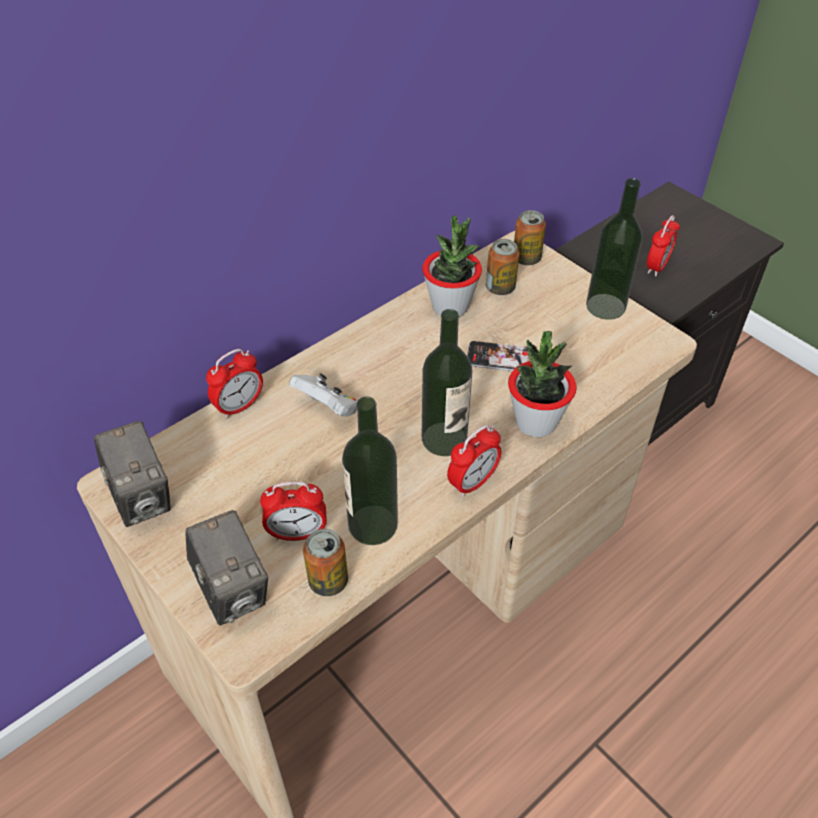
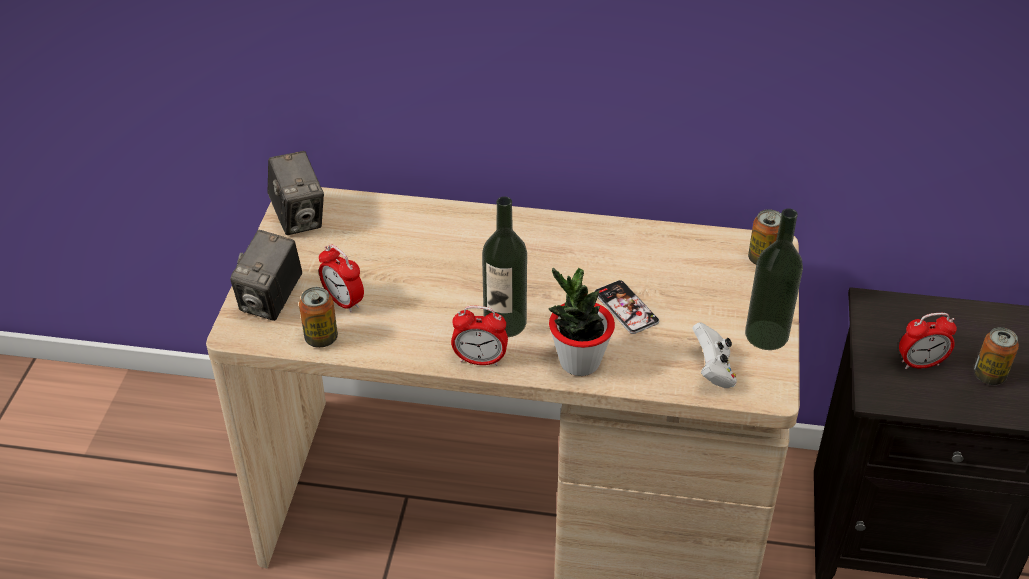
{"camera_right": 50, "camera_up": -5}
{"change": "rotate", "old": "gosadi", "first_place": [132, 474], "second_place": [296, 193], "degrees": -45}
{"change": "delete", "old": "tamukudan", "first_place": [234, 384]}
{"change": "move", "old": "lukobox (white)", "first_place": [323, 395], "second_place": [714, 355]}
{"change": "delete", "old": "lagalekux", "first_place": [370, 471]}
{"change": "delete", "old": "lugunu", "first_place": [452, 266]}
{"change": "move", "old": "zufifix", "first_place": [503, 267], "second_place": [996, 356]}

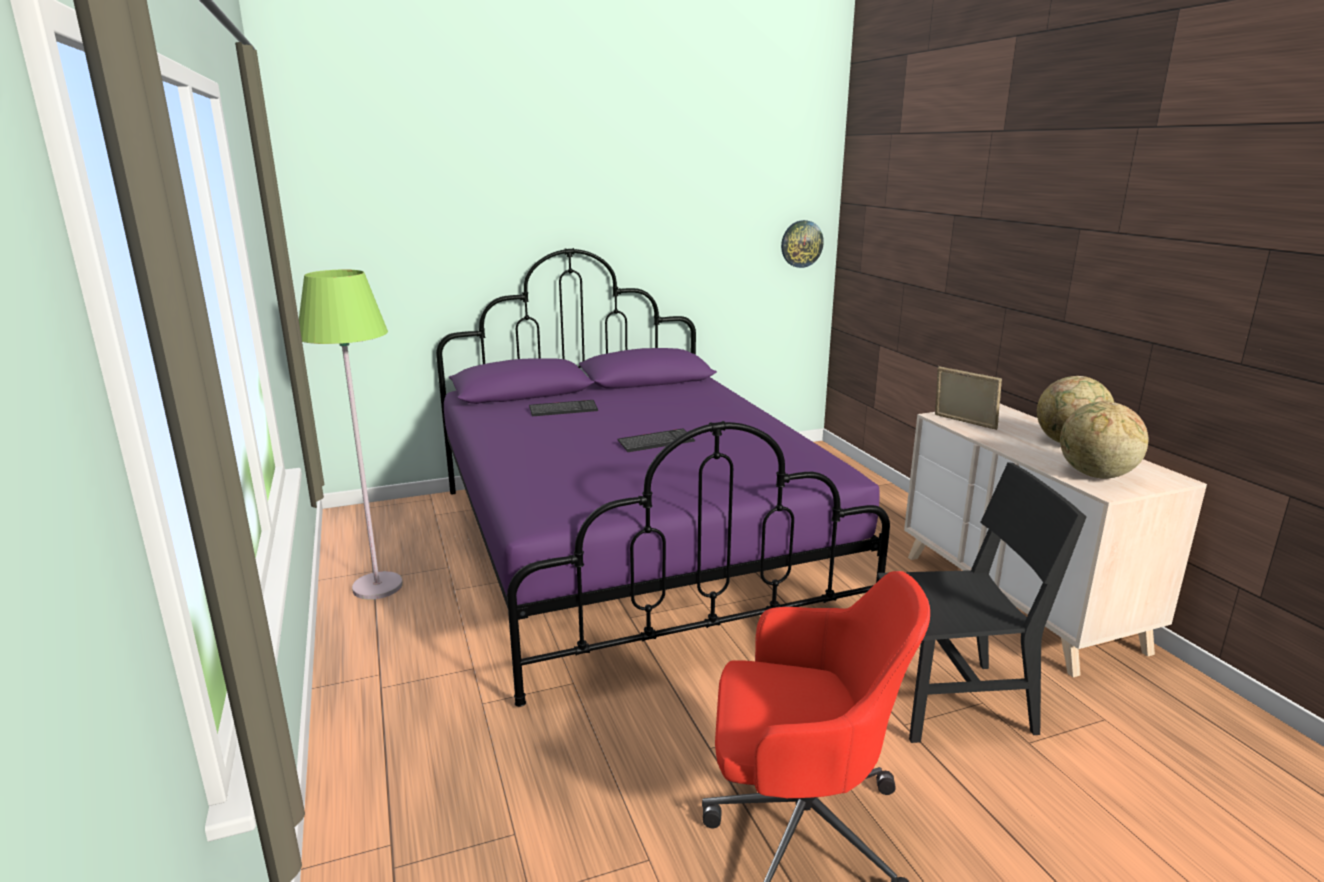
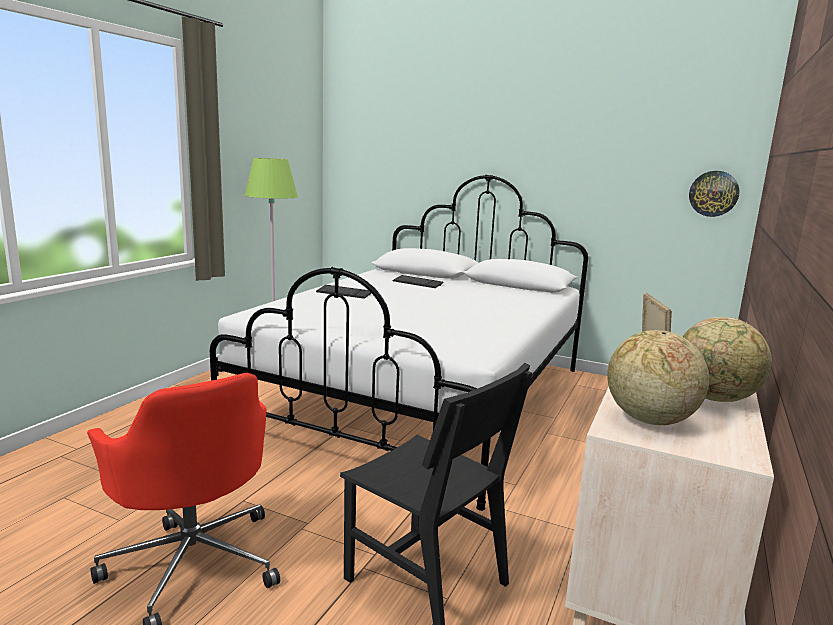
{"camera_right": 45, "camera_up": -5}
{"change": "recolor", "old": "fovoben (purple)", "new": "fovoben (white)", "first_place": [663, 477], "second_place": [399, 343]}
{"change": "move", "old": "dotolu", "first_place": [656, 440], "second_place": [343, 292]}

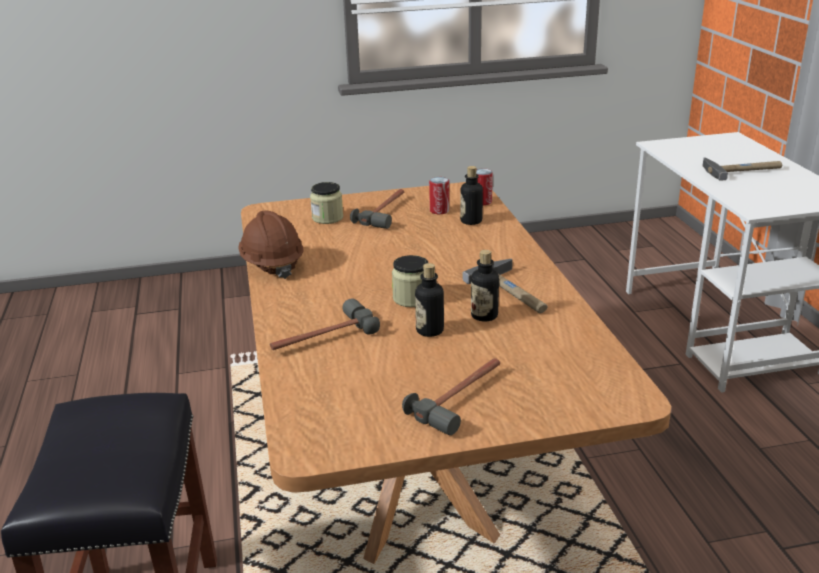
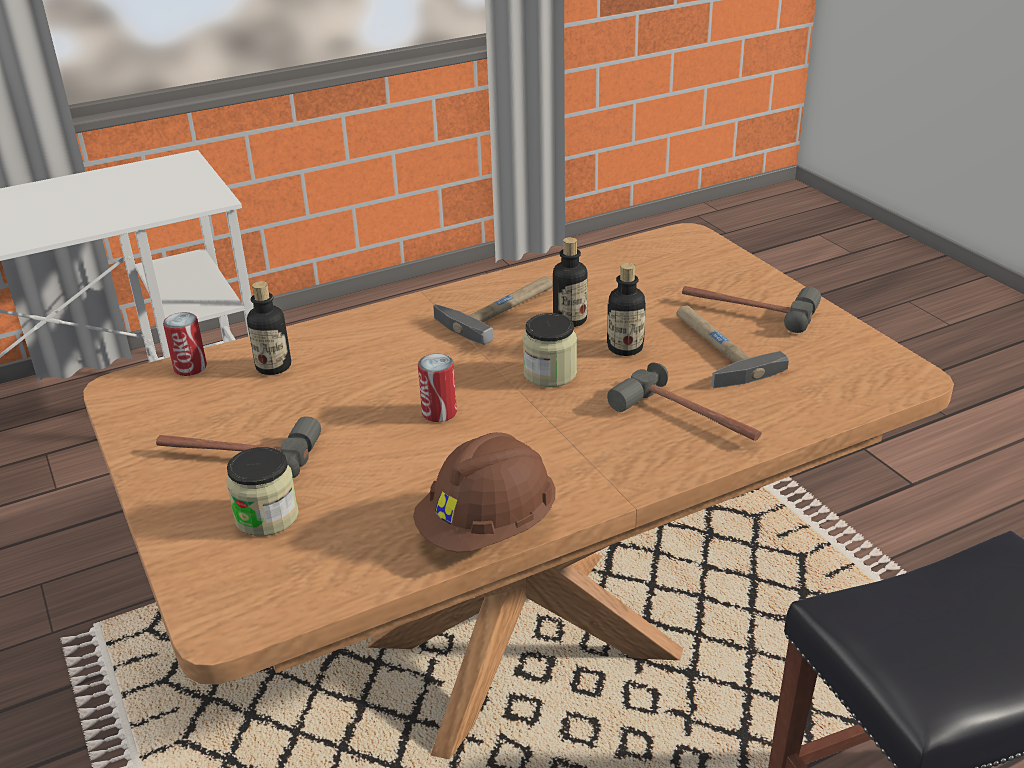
{"camera_right": -105, "camera_up": 5}
{"change": "move", "old": "zufifix", "first_place": [439, 195], "second_place": [437, 388]}
{"change": "move", "old": "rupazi", "first_place": [742, 169], "second_place": [733, 347]}

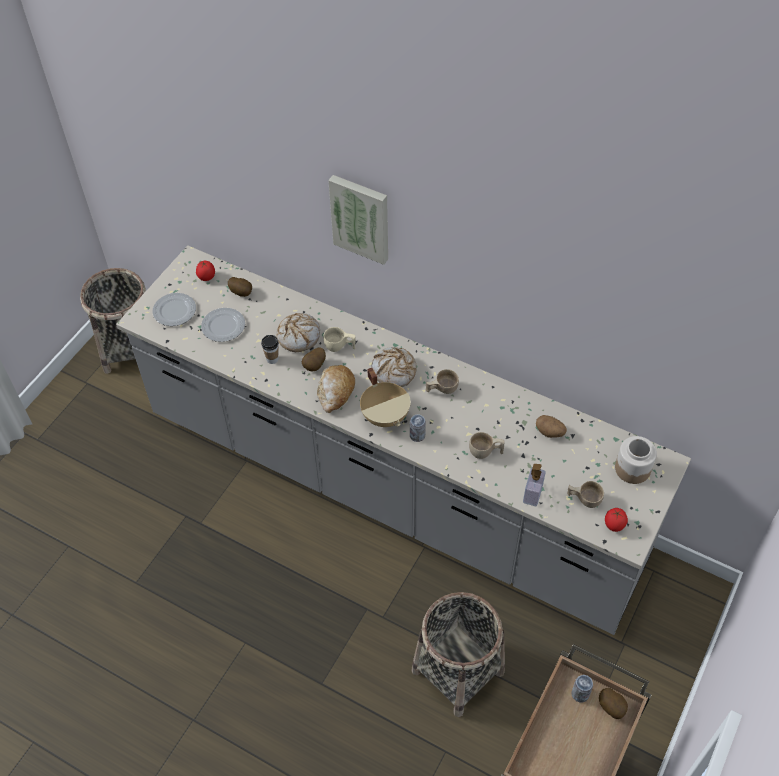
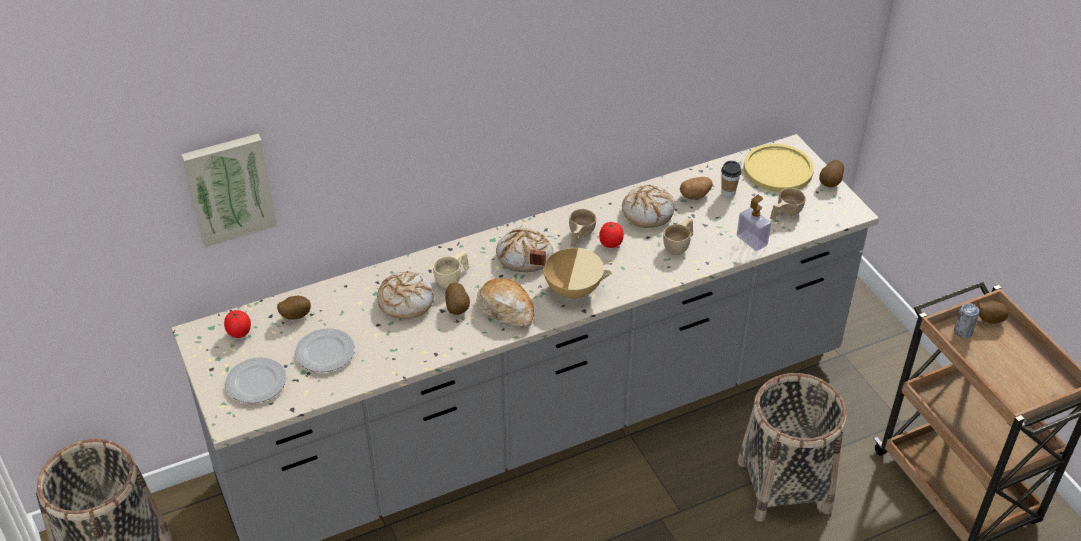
{"camera_right": -55, "camera_up": -10}
{"change": "move", "old": "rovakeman", "first_place": [270, 349], "second_place": [731, 179]}
{"change": "move", "old": "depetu", "first_place": [358, 220], "second_place": [229, 190]}
{"change": "delete", "old": "zufifix", "first_place": [418, 428]}
{"change": "move", "old": "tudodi", "first_place": [616, 520], "second_place": [611, 234]}
{"change": "replace", "old": "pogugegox", "new": "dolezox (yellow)", "first_place": [636, 460], "second_place": [779, 168]}
{"change": "insert", "new": "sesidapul", "second_place": [648, 206]}
{"change": "insert", "new": "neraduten", "second_place": [831, 173]}

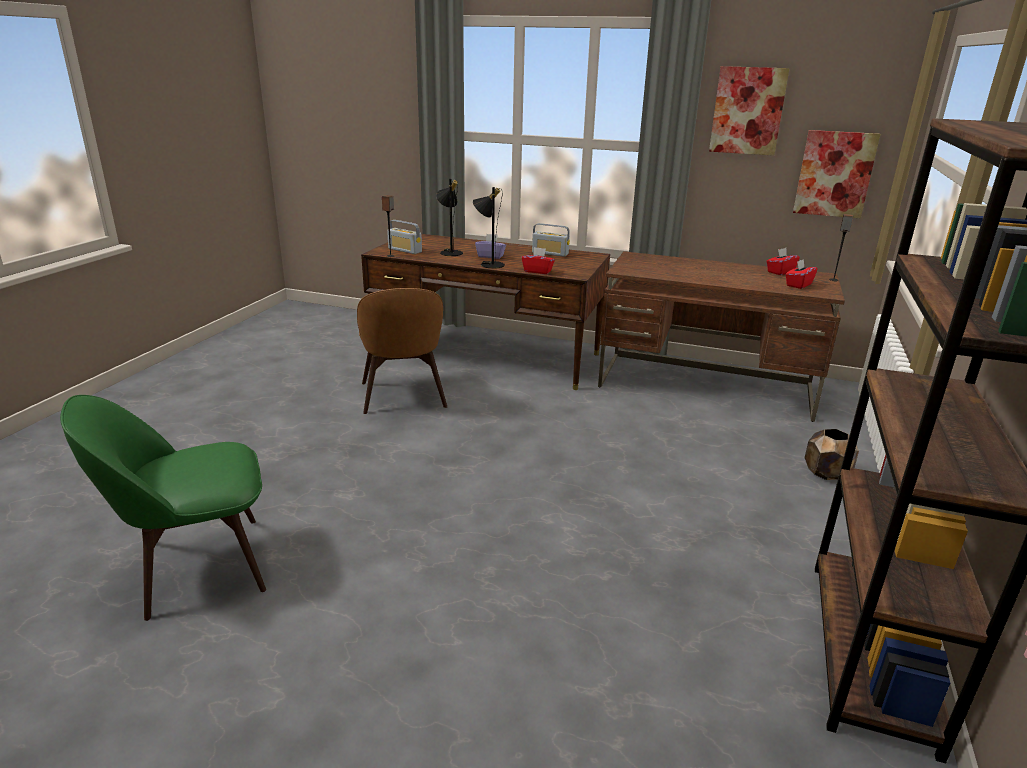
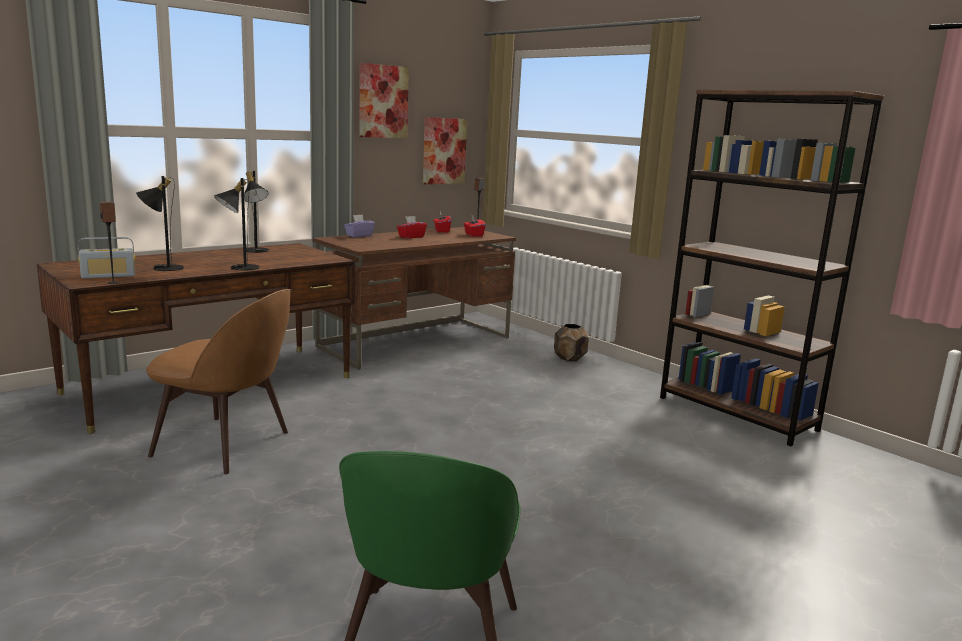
{"camera_right": -60, "camera_up": -10}
{"change": "move", "old": "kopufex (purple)", "first_place": [490, 246], "second_place": [359, 225]}
{"change": "move", "old": "kopufex (red)", "first_place": [538, 260], "second_place": [412, 227]}
{"change": "replace", "old": "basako", "new": "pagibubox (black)", "first_place": [551, 240], "second_place": [256, 211]}

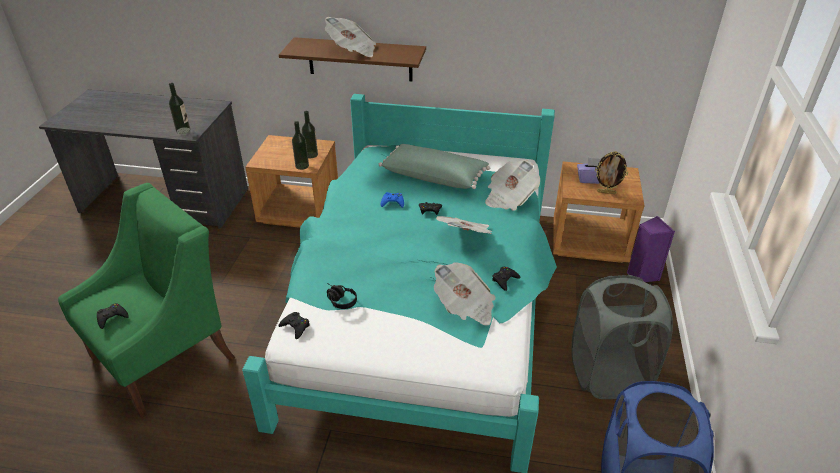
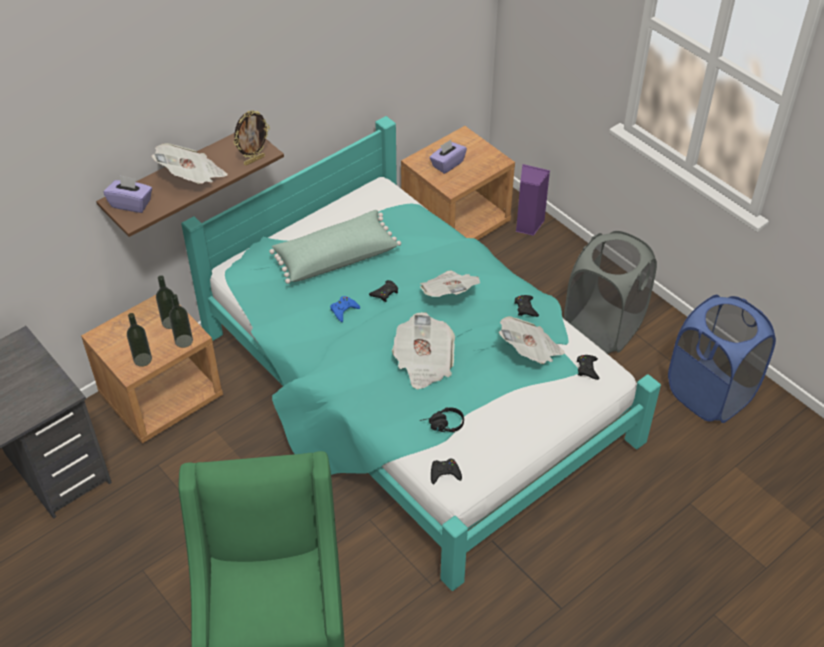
{"camera_right": -50, "camera_up": 10}
{"change": "move", "old": "lukobox (black)", "first_place": [113, 316], "second_place": [588, 367]}
{"change": "move", "old": "lagalekux", "first_place": [179, 108], "second_place": [139, 340]}
{"change": "move", "old": "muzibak", "first_place": [512, 185], "second_place": [423, 350]}
{"change": "move", "old": "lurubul", "first_place": [611, 172], "second_place": [251, 137]}
{"change": "insert", "new": "kopufex (purple)", "second_place": [128, 194]}

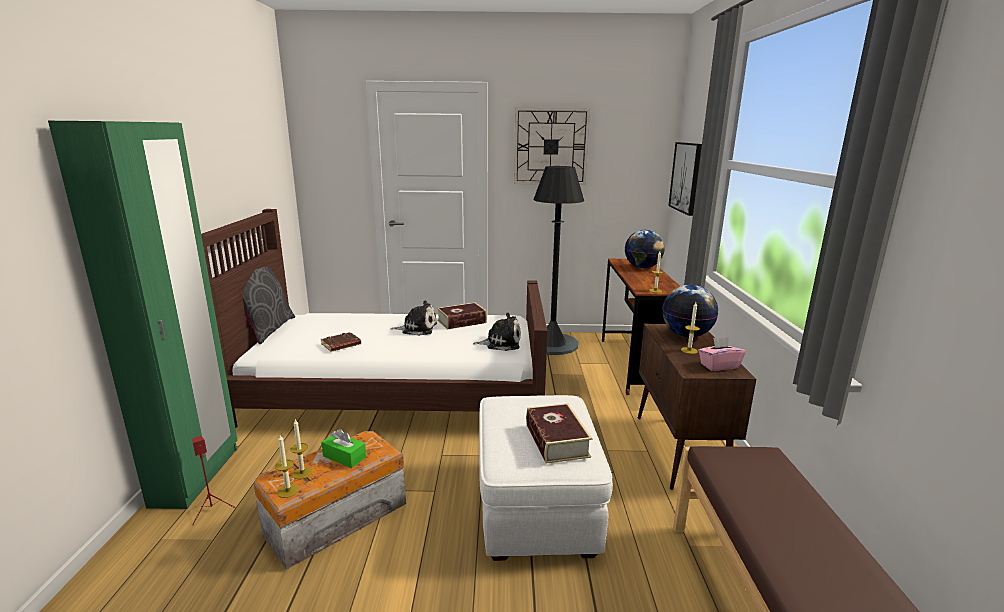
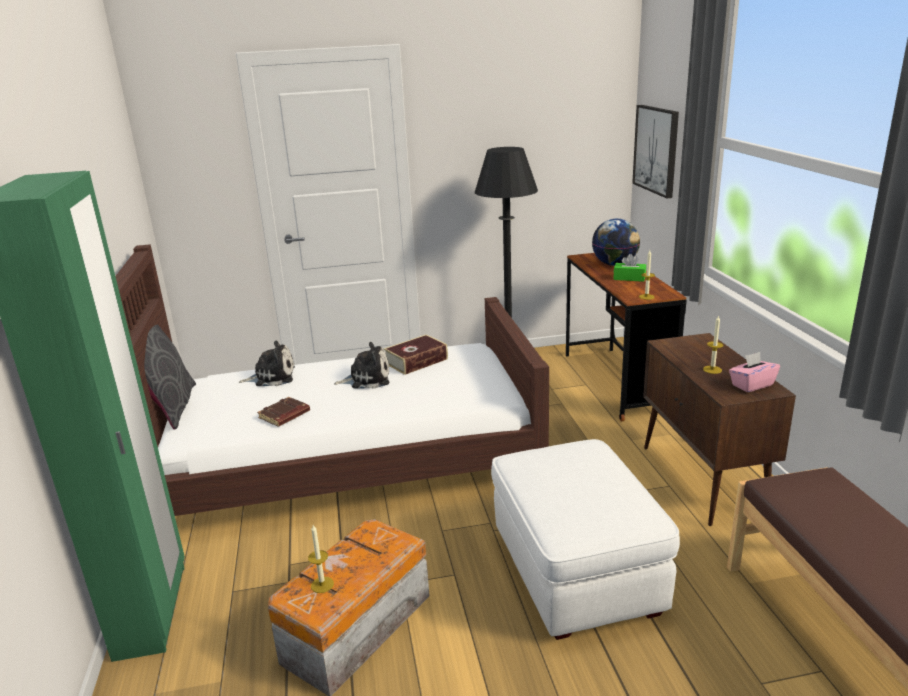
{"camera_right": -10, "camera_up": 5}
{"change": "delete", "old": "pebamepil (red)", "first_place": [214, 480]}
{"change": "delete", "old": "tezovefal", "first_place": [287, 466]}
{"change": "move", "old": "kopufex (green)", "first_place": [343, 448], "second_place": [629, 268]}
{"change": "move", "old": "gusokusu", "first_place": [497, 332], "second_place": [267, 363]}
{"change": "delete", "old": "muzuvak", "first_place": [552, 146]}
{"change": "delete", "old": "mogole", "first_place": [559, 433]}
{"change": "delete", "old": "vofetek", "first_place": [690, 311]}

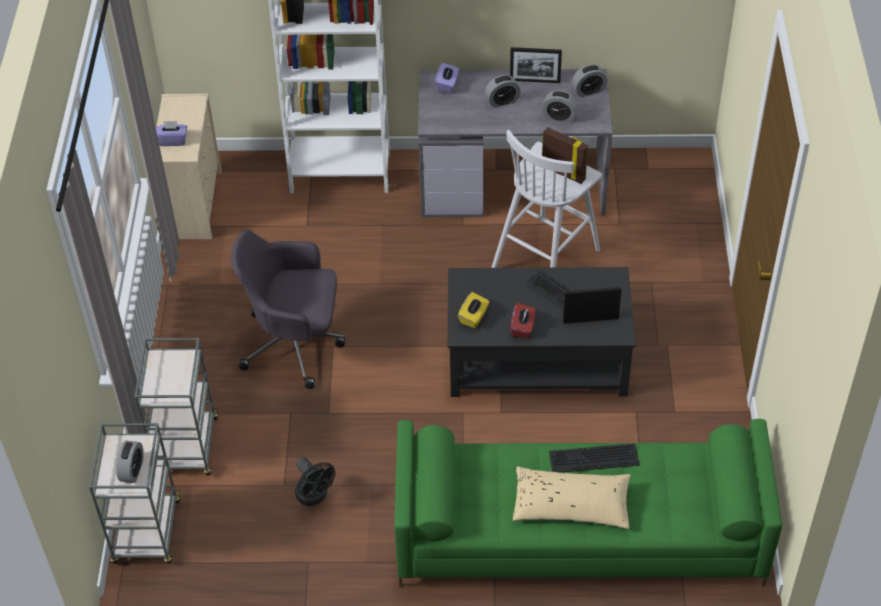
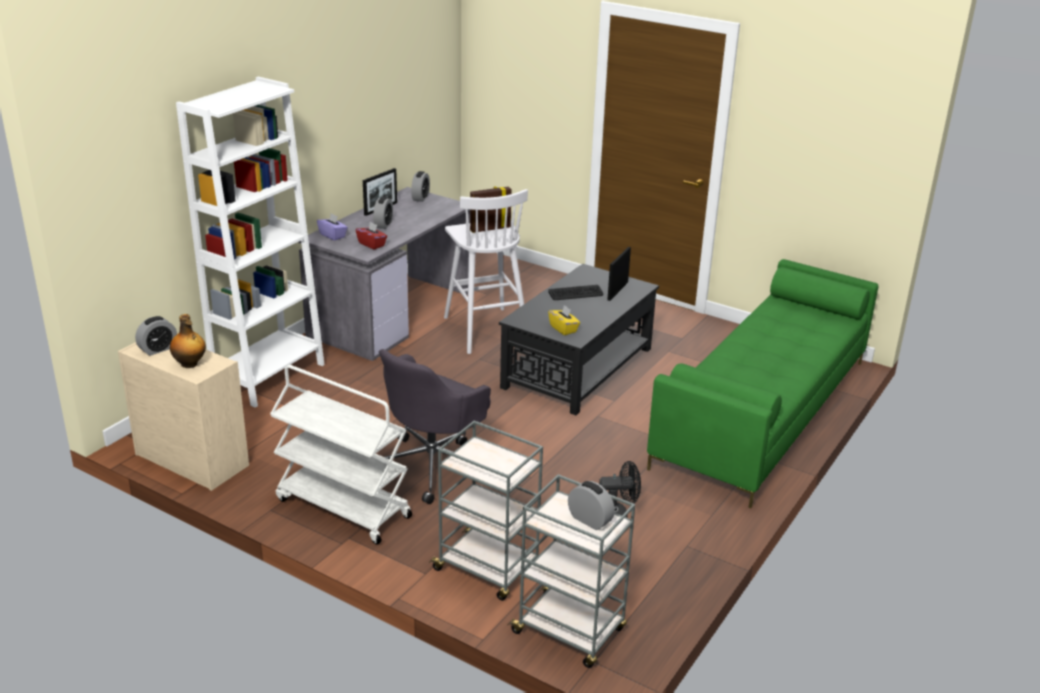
{"camera_right": -60, "camera_up": -20}
{"change": "replace", "old": "kopufex (purple)", "new": "lagalekux", "first_place": [171, 133], "second_place": [188, 341]}
{"change": "move", "old": "kopufex (red)", "first_place": [523, 320], "second_place": [371, 236]}
{"change": "delete", "old": "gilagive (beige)", "first_place": [572, 497]}
{"change": "move", "old": "tamukudan", "first_place": [560, 106], "second_place": [156, 336]}
{"change": "delete", "old": "dotolu", "first_place": [594, 458]}
{"change": "insert", "new": "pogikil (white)", "second_place": [341, 455]}

